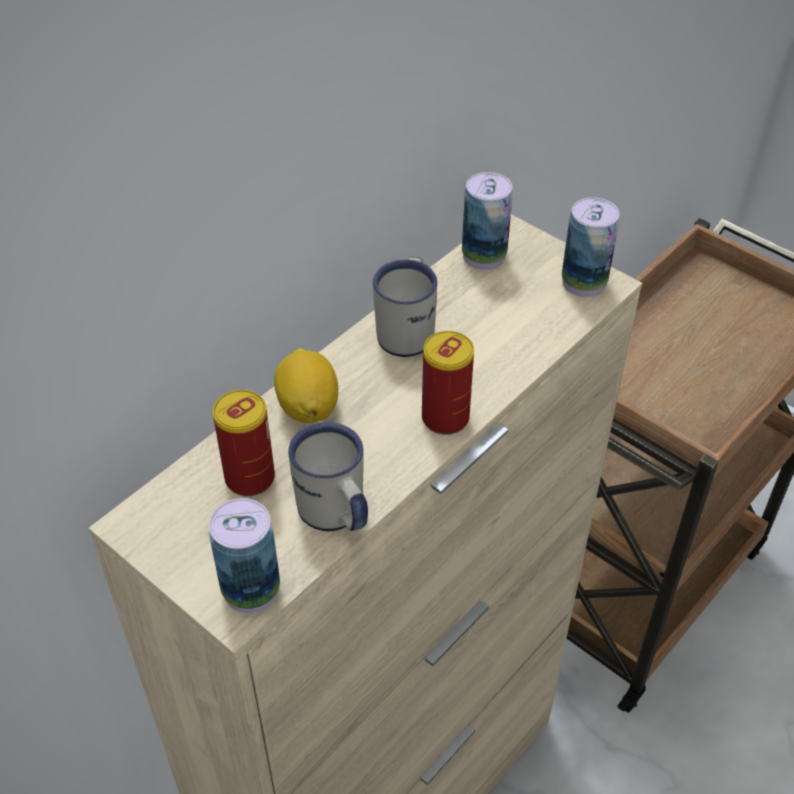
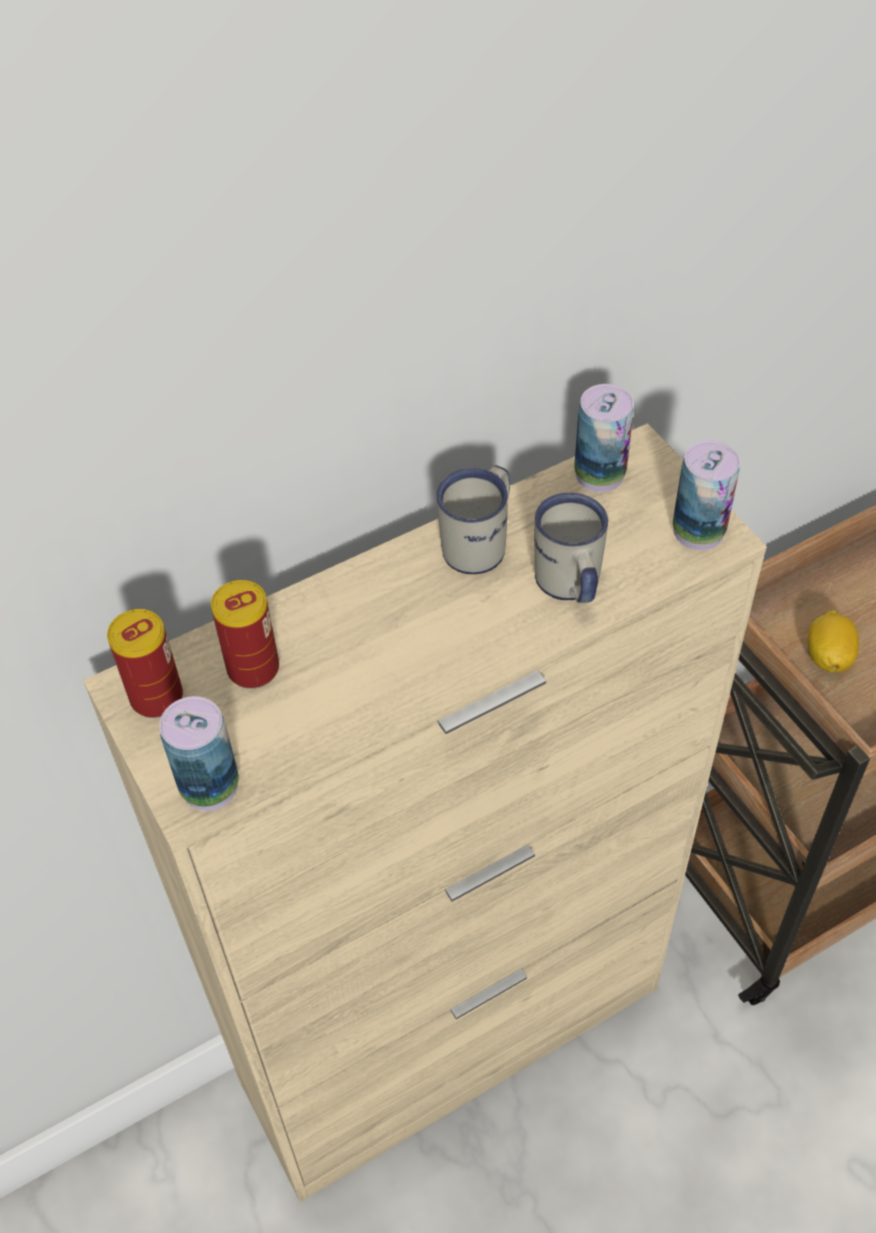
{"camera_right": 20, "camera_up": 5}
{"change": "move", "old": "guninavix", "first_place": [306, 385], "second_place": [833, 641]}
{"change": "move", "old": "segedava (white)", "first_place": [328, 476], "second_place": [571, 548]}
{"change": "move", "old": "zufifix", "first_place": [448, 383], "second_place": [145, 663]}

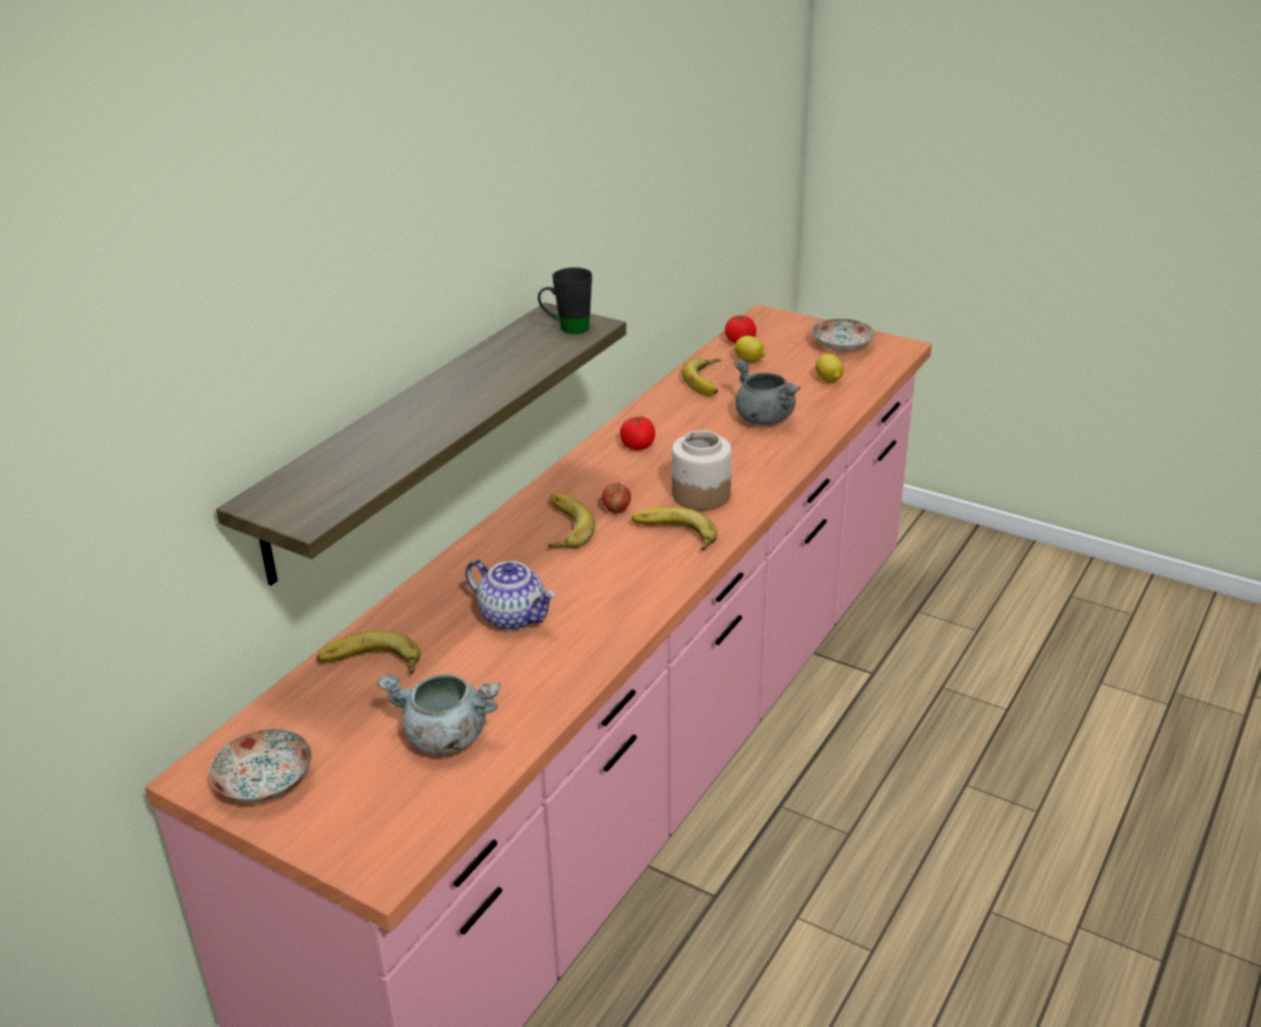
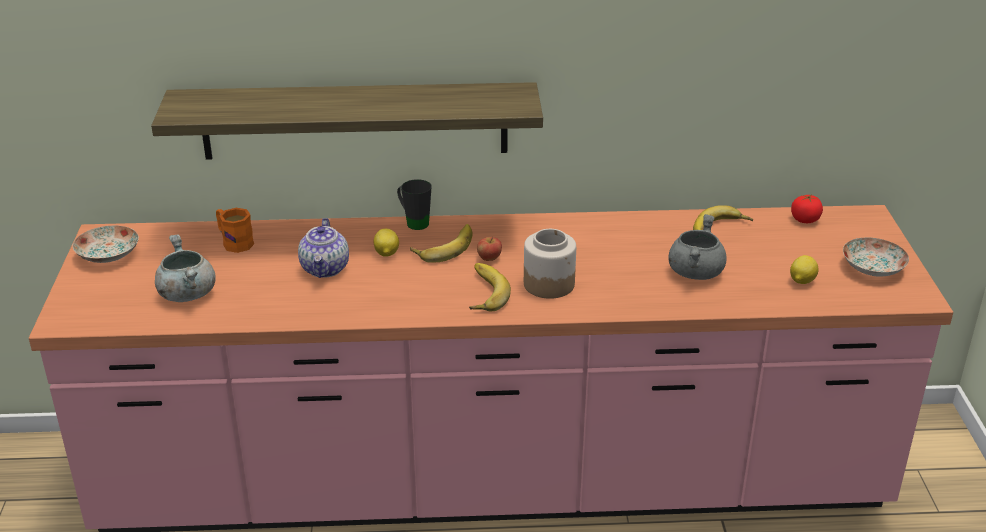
{"camera_right": 55, "camera_up": 0}
{"change": "replace", "old": "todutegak", "new": "segedava (orange)", "first_place": [369, 652], "second_place": [235, 230]}
{"change": "move", "old": "segedava (black)", "first_place": [565, 300], "second_place": [414, 204]}
{"change": "delete", "old": "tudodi", "first_place": [637, 433]}
{"change": "move", "old": "guninavix", "first_place": [750, 349], "second_place": [386, 243]}

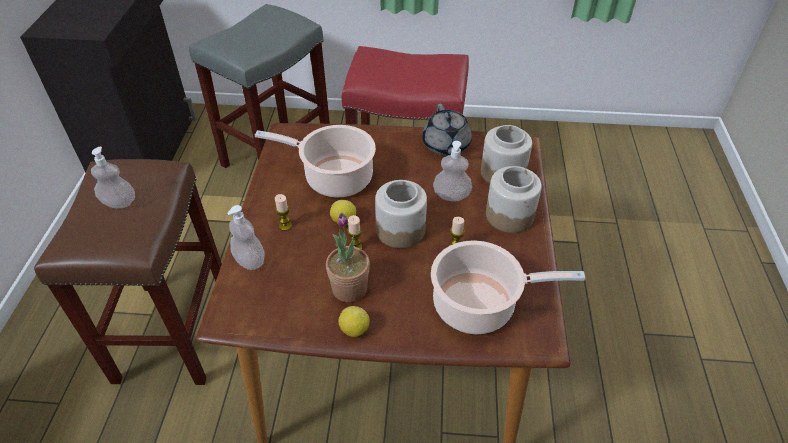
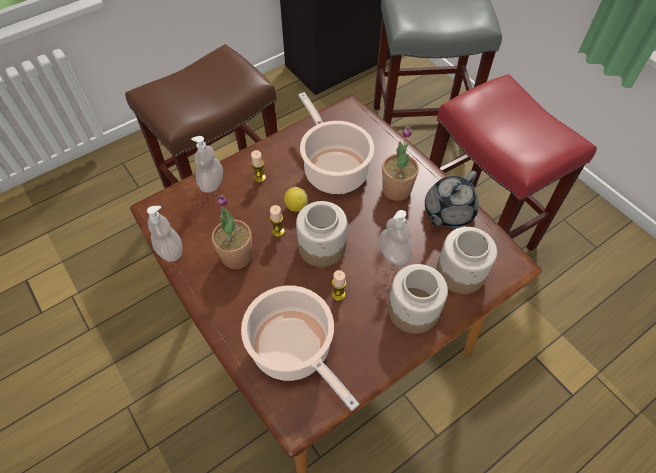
{"camera_right": 50, "camera_up": 10}
{"change": "move", "old": "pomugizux", "first_place": [113, 177], "second_place": [164, 234]}
{"change": "delete", "old": "guninavix", "first_place": [354, 321]}
{"change": "insert", "new": "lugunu", "second_place": [400, 163]}

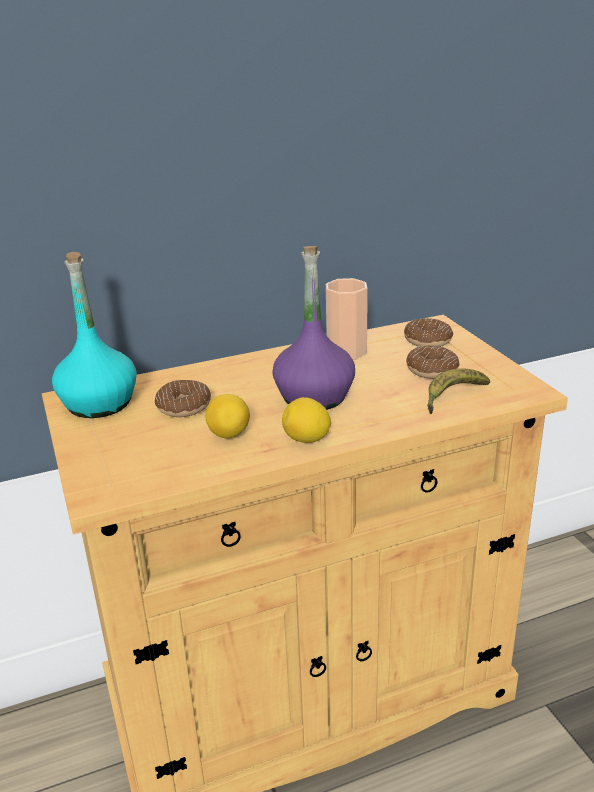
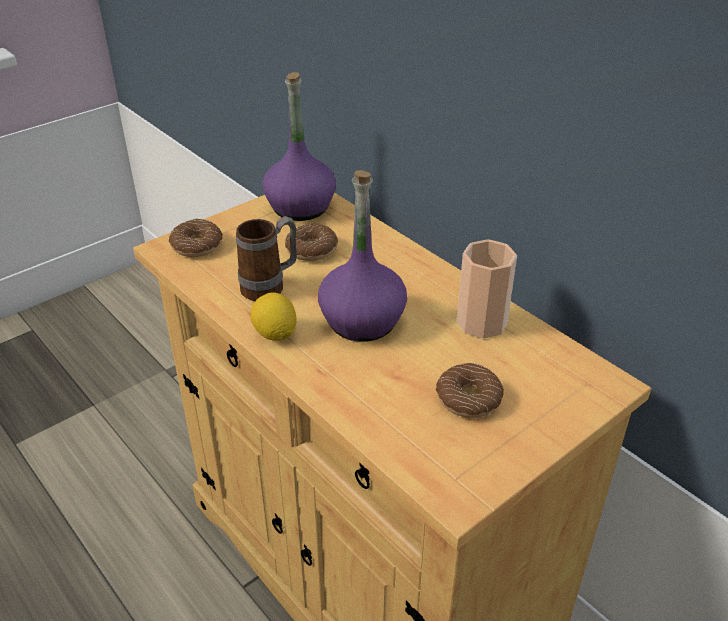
{"camera_right": 70, "camera_up": 10}
{"change": "recolor", "old": "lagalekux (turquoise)", "new": "lagalekux (purple)", "first_place": [94, 335], "second_place": [299, 146]}
{"change": "replace", "old": "guninavix", "new": "segedava", "first_place": [228, 416], "second_place": [266, 258]}
{"change": "move", "old": "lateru", "first_place": [428, 332], "second_place": [196, 238]}
{"change": "delete", "old": "todutegak", "first_place": [458, 391]}

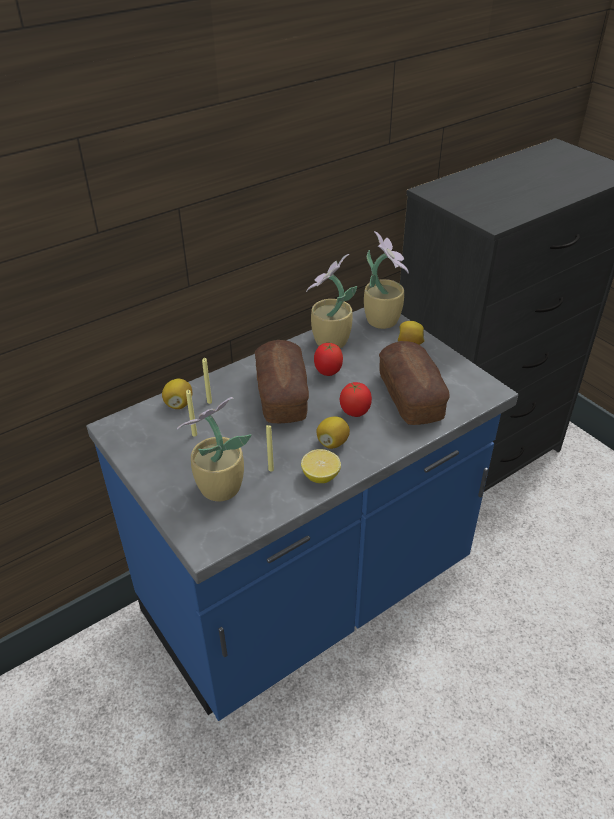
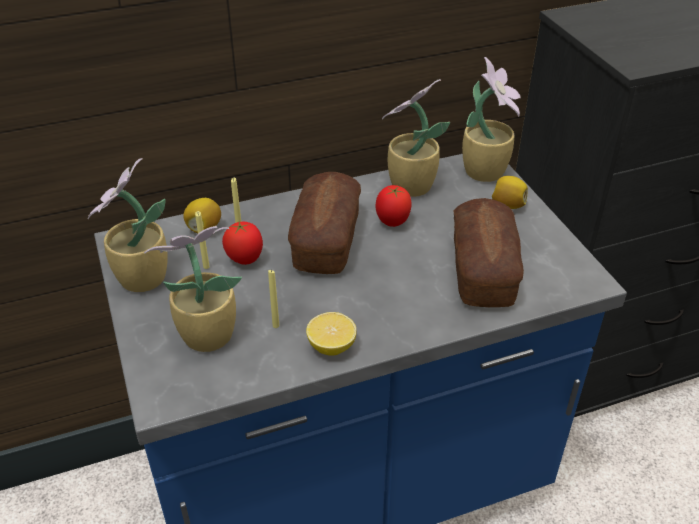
{"camera_right": 15, "camera_up": 0}
{"change": "delete", "old": "guninavix", "first_place": [333, 433]}
{"change": "move", "old": "tudodi", "first_place": [356, 399], "second_place": [242, 243]}
{"change": "insert", "new": "lugunu", "second_place": [128, 225]}

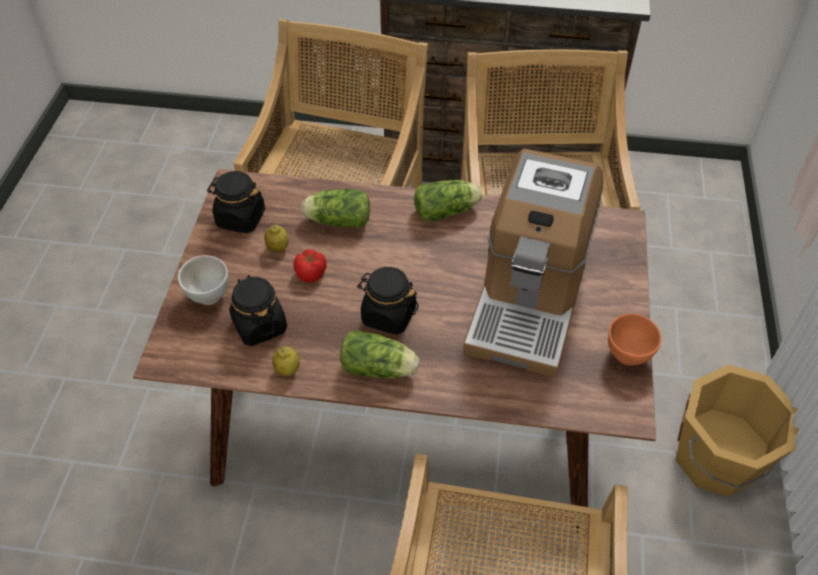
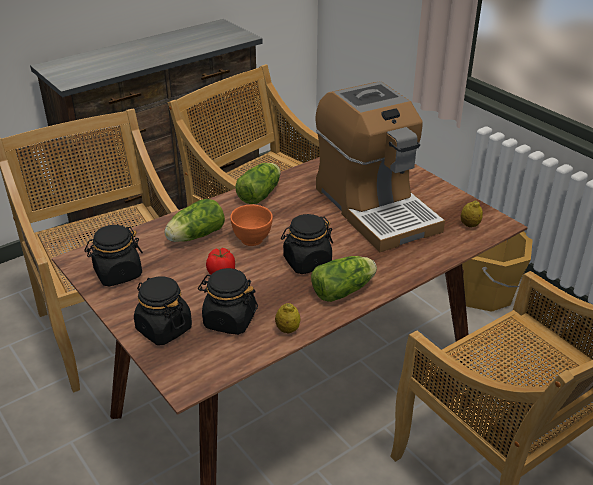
{"camera_right": -45, "camera_up": -15}
{"change": "replace", "old": "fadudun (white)", "new": "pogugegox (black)", "first_place": [203, 280], "second_place": [163, 310]}
{"change": "move", "old": "guninavix", "first_place": [276, 239], "second_place": [472, 214]}
{"change": "move", "old": "fadudun (orange)", "first_place": [635, 339], "second_place": [251, 225]}

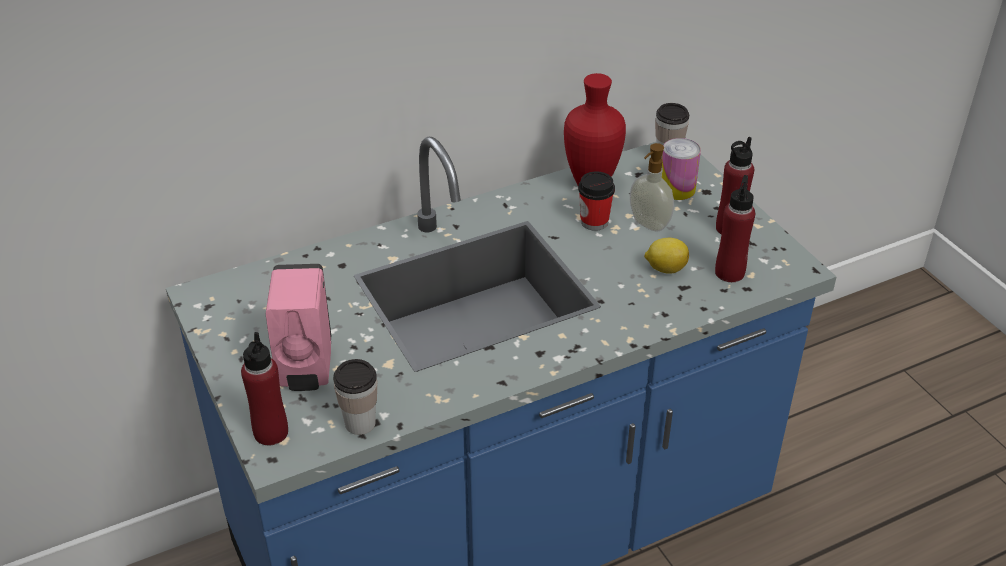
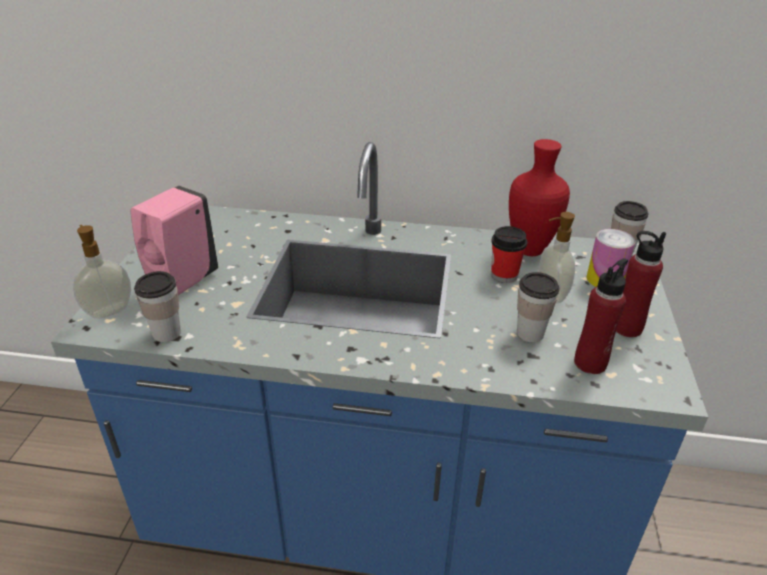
{"camera_right": 35, "camera_up": -5}
{"change": "replace", "old": "lagalekux (red)", "new": "pomugizux", "first_place": [264, 388], "second_place": [102, 272]}
{"change": "replace", "old": "guninavix", "new": "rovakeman", "first_place": [666, 256], "second_place": [538, 307]}

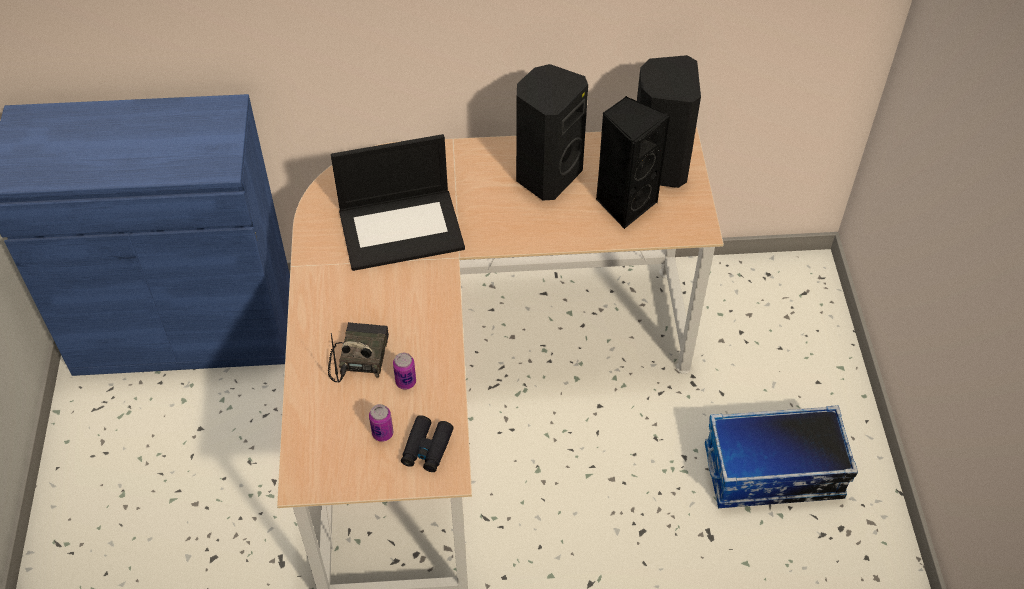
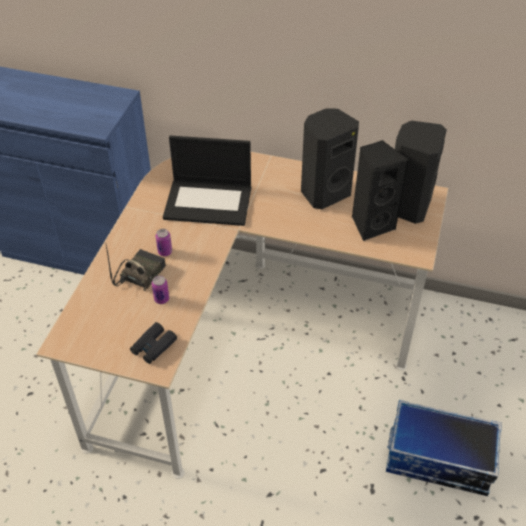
{"camera_right": 20, "camera_up": -5}
{"change": "move", "old": "zufifix", "first_place": [381, 423], "second_place": [164, 242]}

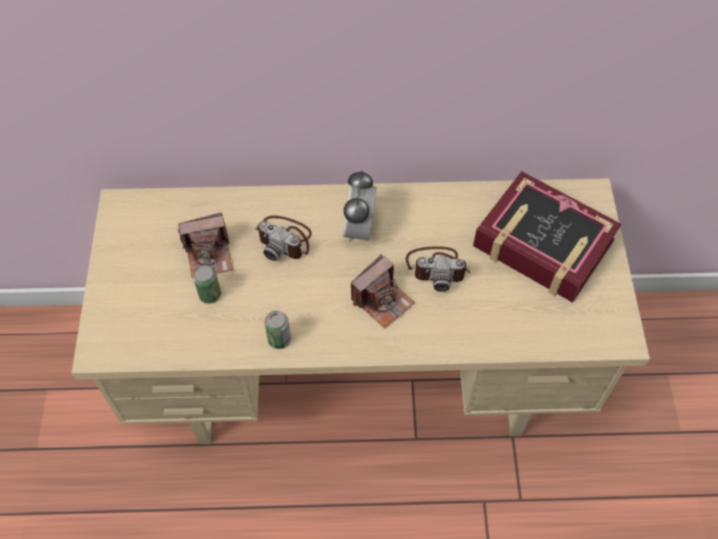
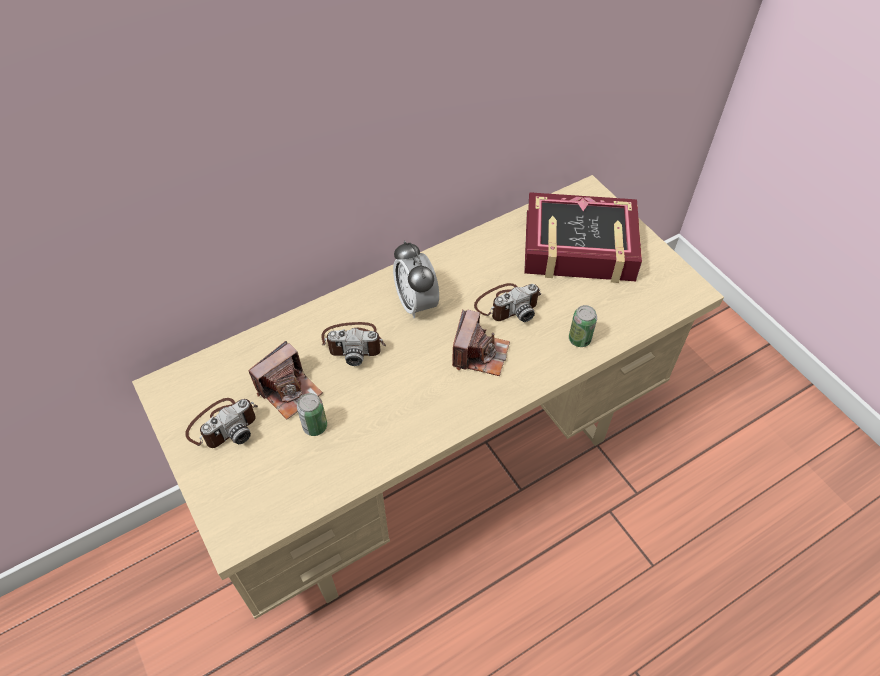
{"camera_right": -30, "camera_up": -5}
{"change": "move", "old": "zufifix", "first_place": [278, 330], "second_place": [583, 326]}
{"change": "insert", "new": "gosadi", "second_place": [221, 423]}

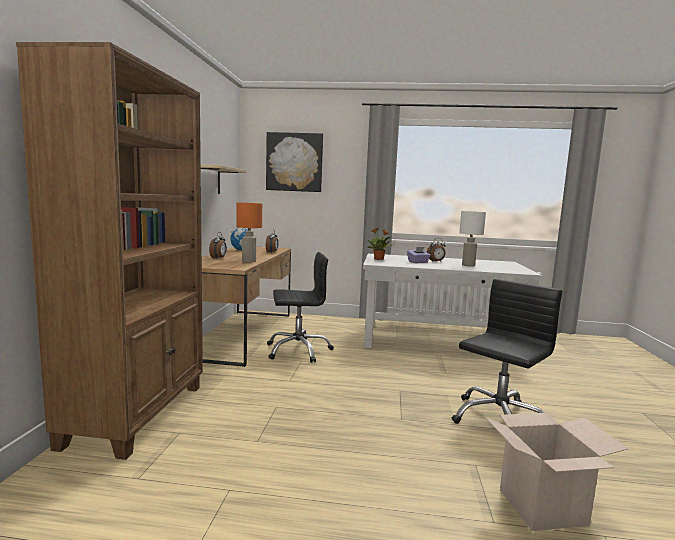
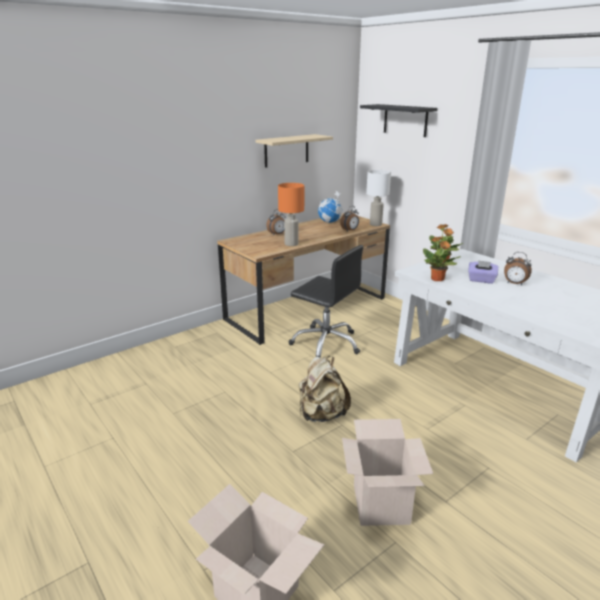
{"camera_right": 45, "camera_up": 15}
{"change": "delete", "old": "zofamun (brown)", "first_place": [109, 251]}
{"change": "replace", "old": "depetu", "new": "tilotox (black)", "first_place": [294, 162], "second_place": [399, 120]}
{"change": "replace", "old": "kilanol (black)", "new": "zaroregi", "first_place": [507, 351], "second_place": [387, 472]}
{"change": "move", "old": "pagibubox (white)", "first_place": [472, 239], "second_place": [378, 198]}
{"change": "insert", "new": "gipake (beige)", "second_place": [325, 389]}
{"change": "insert", "new": "lugunu", "second_place": [442, 259]}

